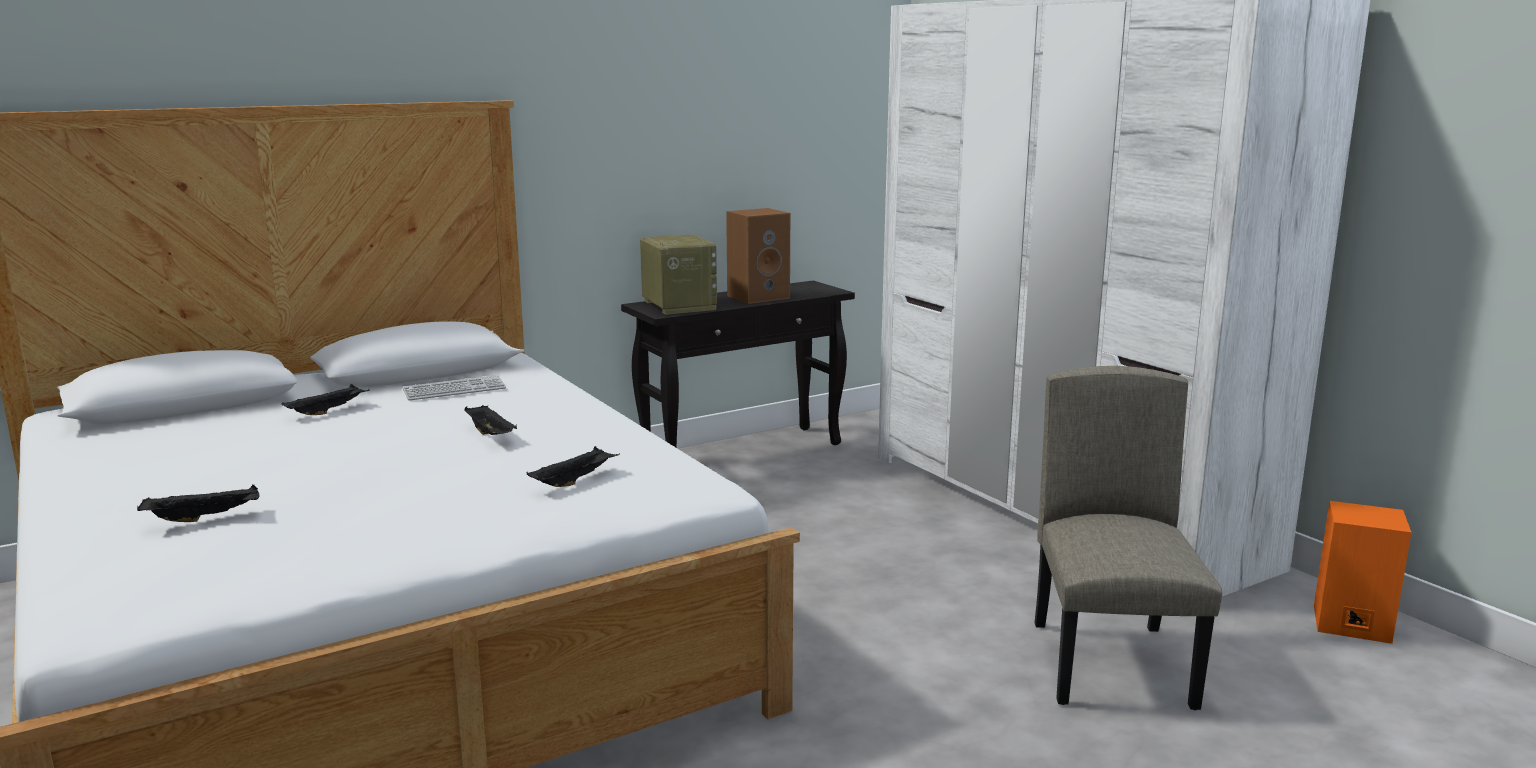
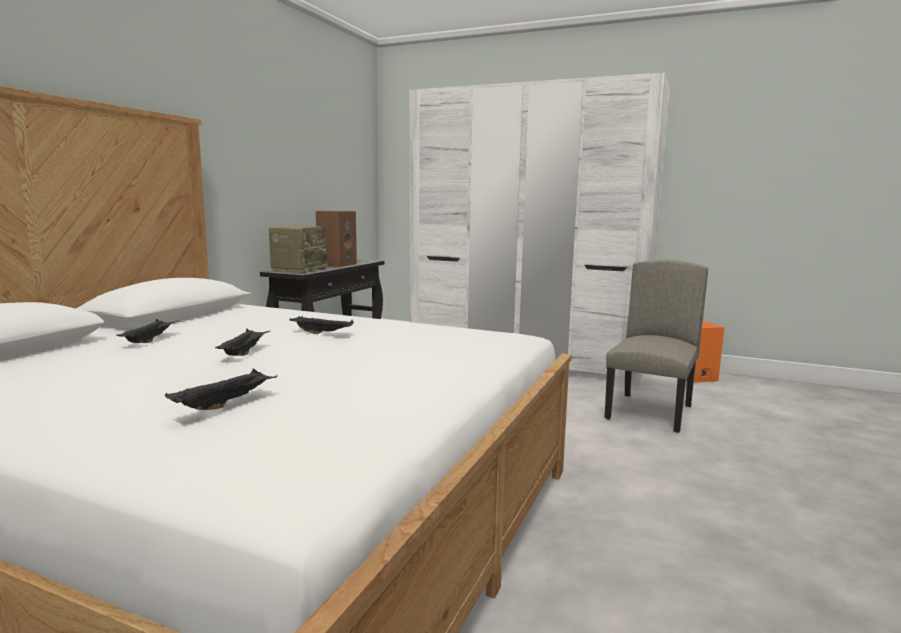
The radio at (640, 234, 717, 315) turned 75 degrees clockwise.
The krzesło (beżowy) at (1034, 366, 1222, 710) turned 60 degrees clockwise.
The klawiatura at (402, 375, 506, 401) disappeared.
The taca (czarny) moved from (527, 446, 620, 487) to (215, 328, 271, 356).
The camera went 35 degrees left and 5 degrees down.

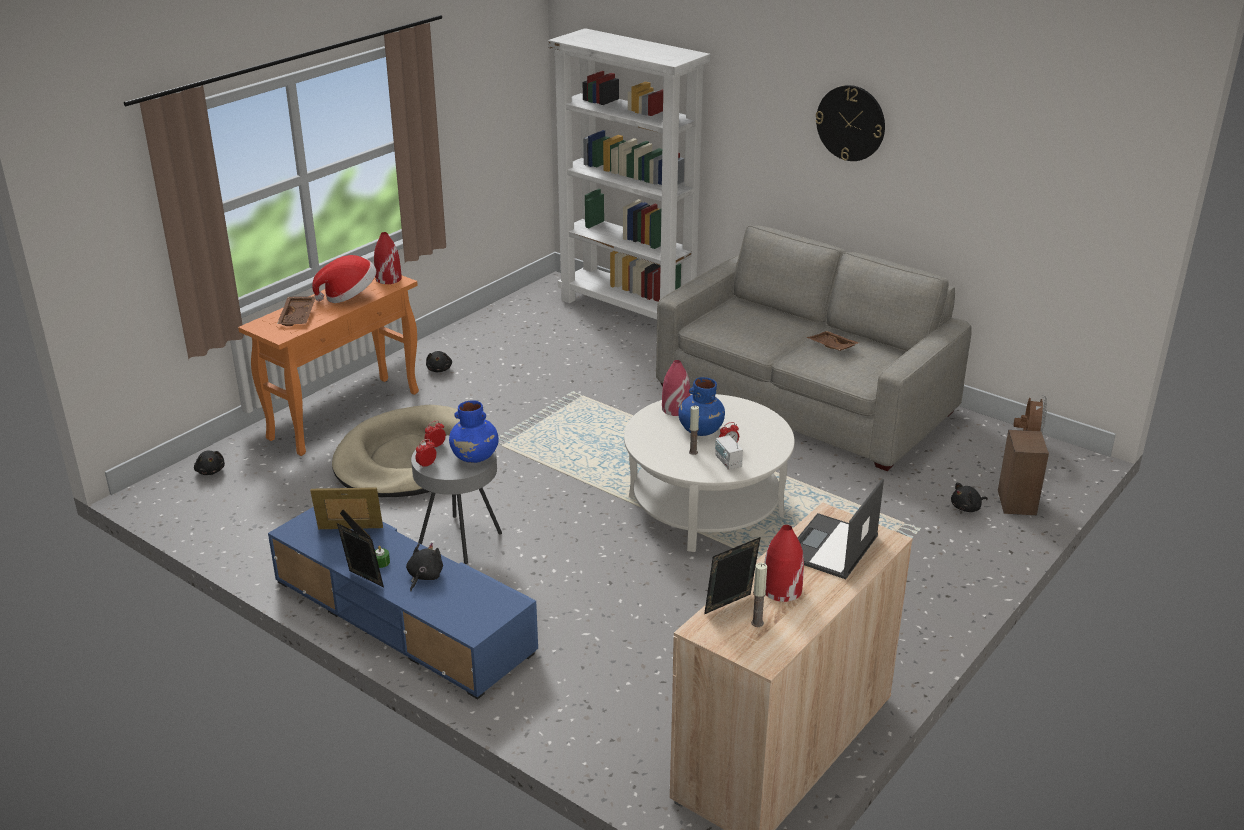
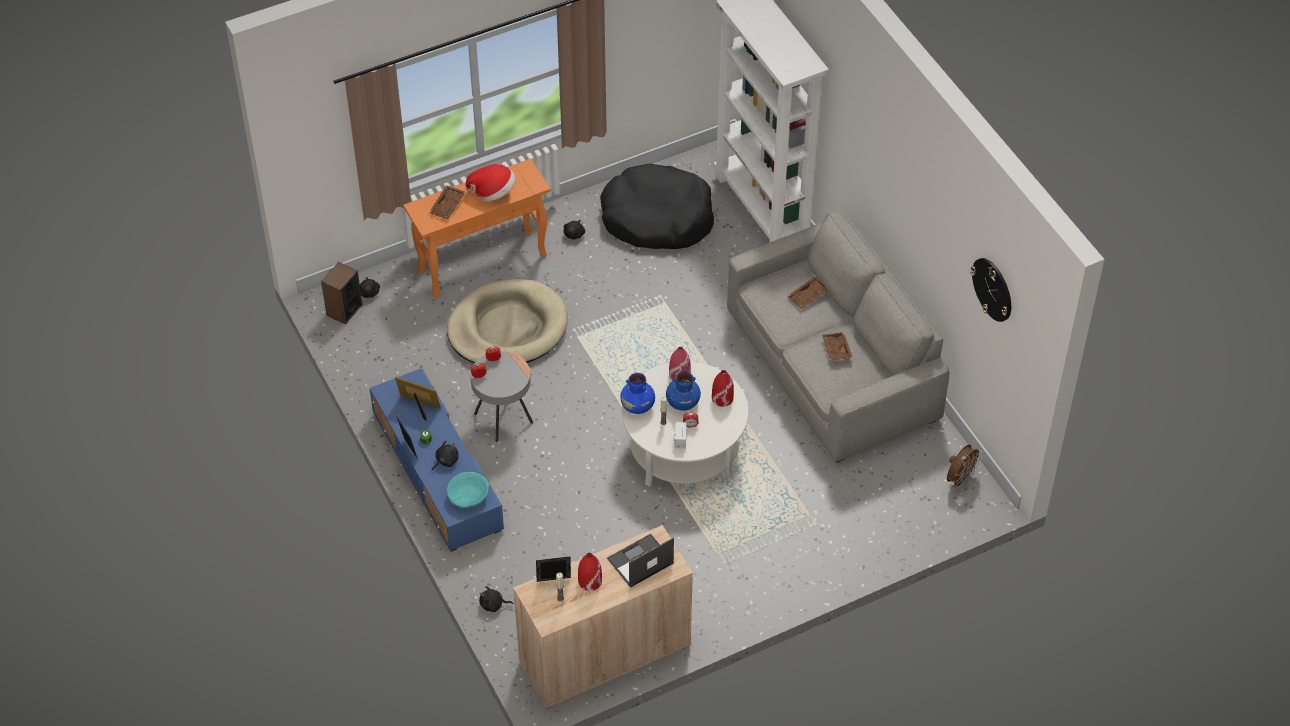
The zegar ścienny moved from (815, 85, 885, 161) to (970, 258, 1011, 322).
The wazon (czerwony) moved from (374, 232, 402, 284) to (712, 370, 734, 407).
The wazon (niebieski) moved from (449, 400, 499, 463) to (620, 373, 655, 414).
The głośnik moved from (998, 430, 1049, 515) to (321, 262, 363, 324).
The pluszak (czarny) moved from (951, 483, 988, 512) to (479, 586, 513, 612).
The legowisko (czarny) at (600, 163, 714, 249) appeared.
The taca (brązowy) at (787, 276, 827, 309) appeared.
The miska (turkusowy) at (447, 472, 489, 508) appeared.
The camera went 25 degrees right and 20 degrees up.

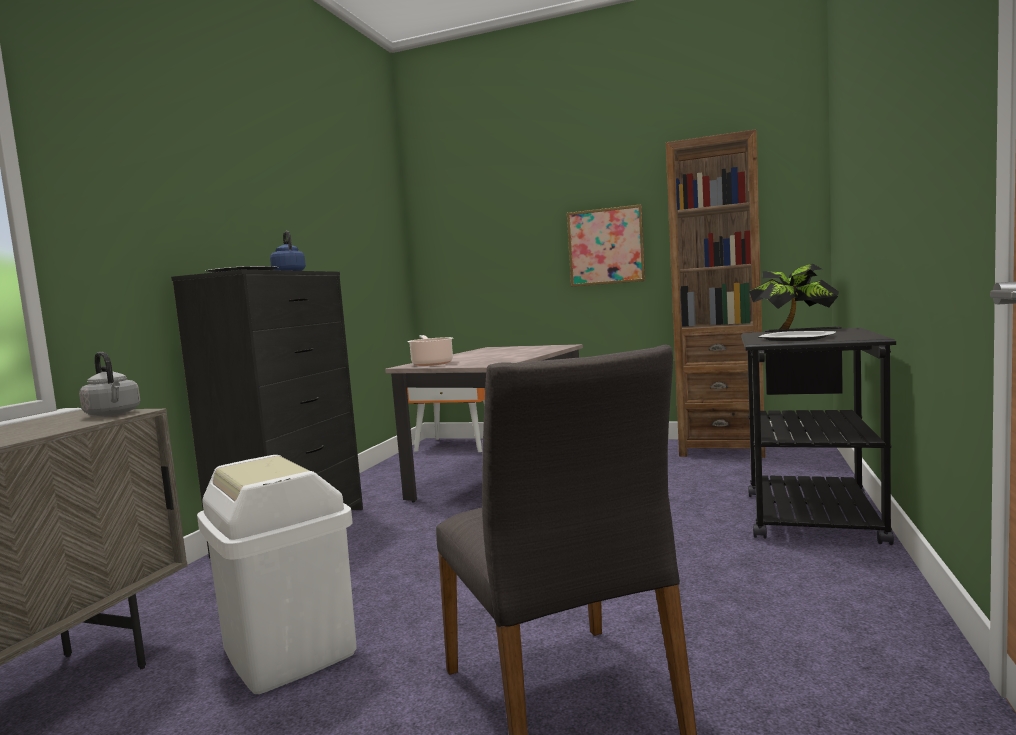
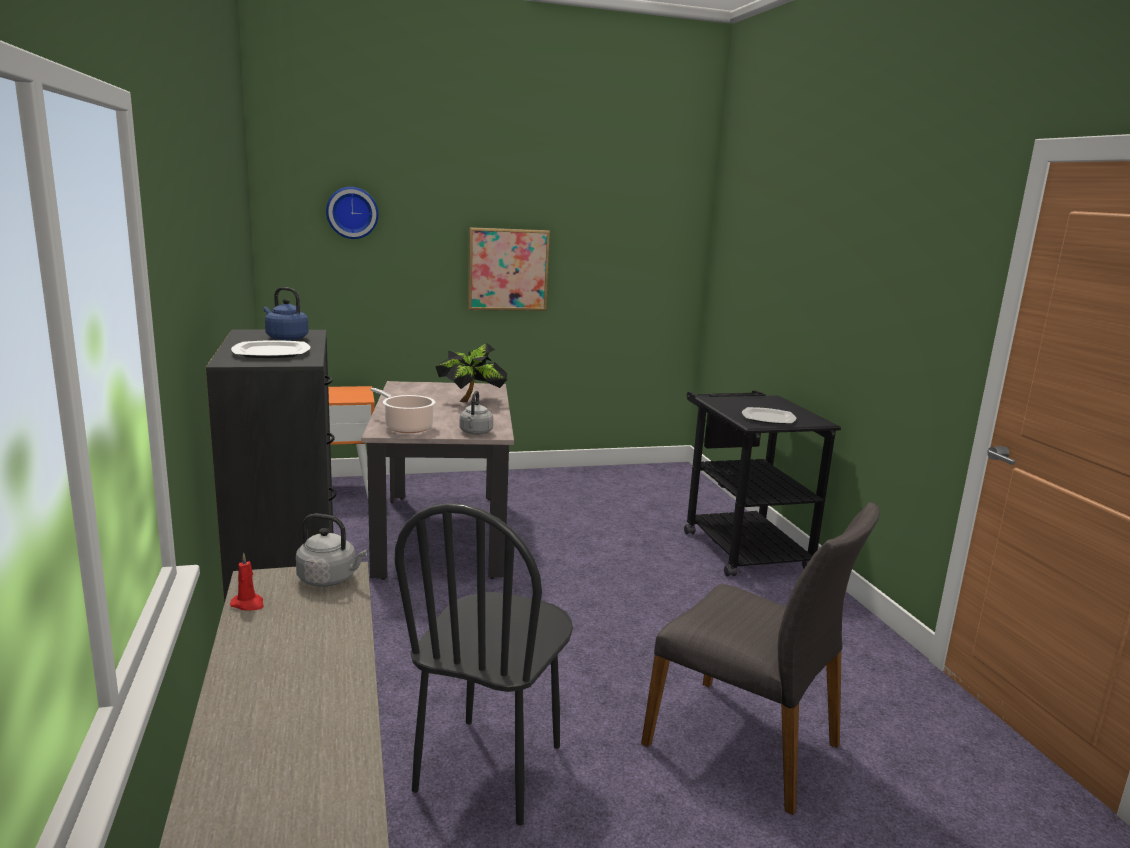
The regał (brązowy) at (666, 129, 765, 458) disappeared.
The roślina doniczkowa moved from (749, 264, 839, 329) to (435, 343, 507, 402).
The kosz na śmieci (biały) at (197, 455, 357, 694) was replaced by the krzesło (czarny) at (394, 503, 573, 826).
The zegar ścienny at (326, 187, 378, 239) appeared.
The czajnik (szary) at (460, 391, 493, 435) appeared.
The świeca (czerwony) at (230, 553, 264, 611) appeared.
The camera went 35 degrees left and 10 degrees up.

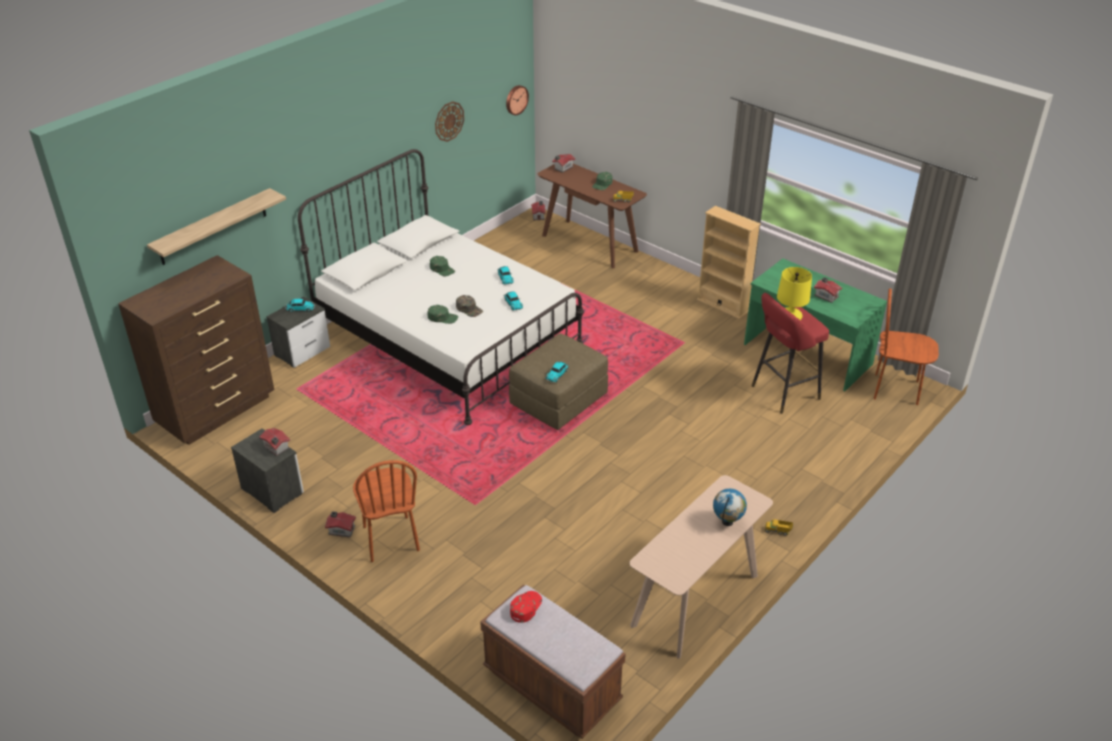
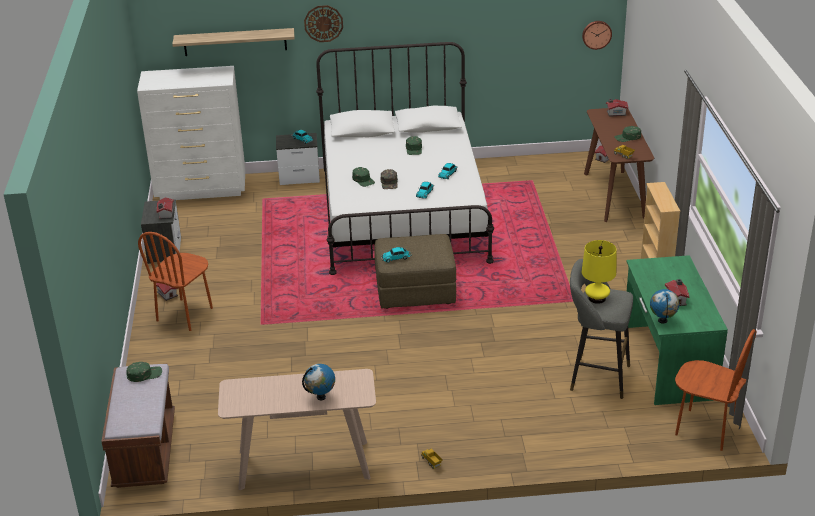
The zegar ścienny moved from (435, 101, 464, 142) to (304, 5, 343, 42).
The komoda (brązowy) at (118, 255, 274, 445) became the komoda (biały) at (137, 66, 246, 200).
The krzesło (brązowy) at (874, 288, 939, 405) turned 150 degrees clockwise.
The stołek (czerwony) at (751, 293, 829, 414) became the stołek (szary) at (570, 259, 633, 399).
The czapka z daszkiem (czerwony) at (510, 591, 542, 623) became the czapka z daszkiem (zielony) at (126, 362, 162, 382).
The globus at (650, 289, 679, 324) appeared.
The camera went 45 degrees right and 5 degrees down.

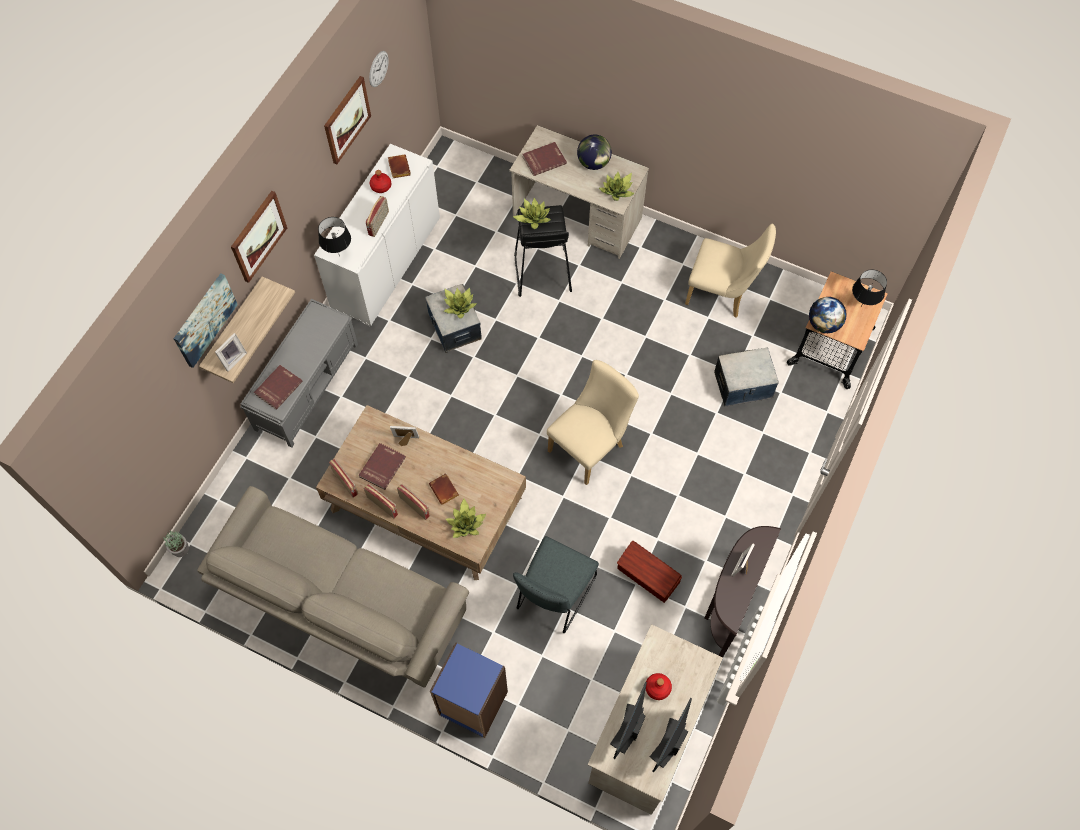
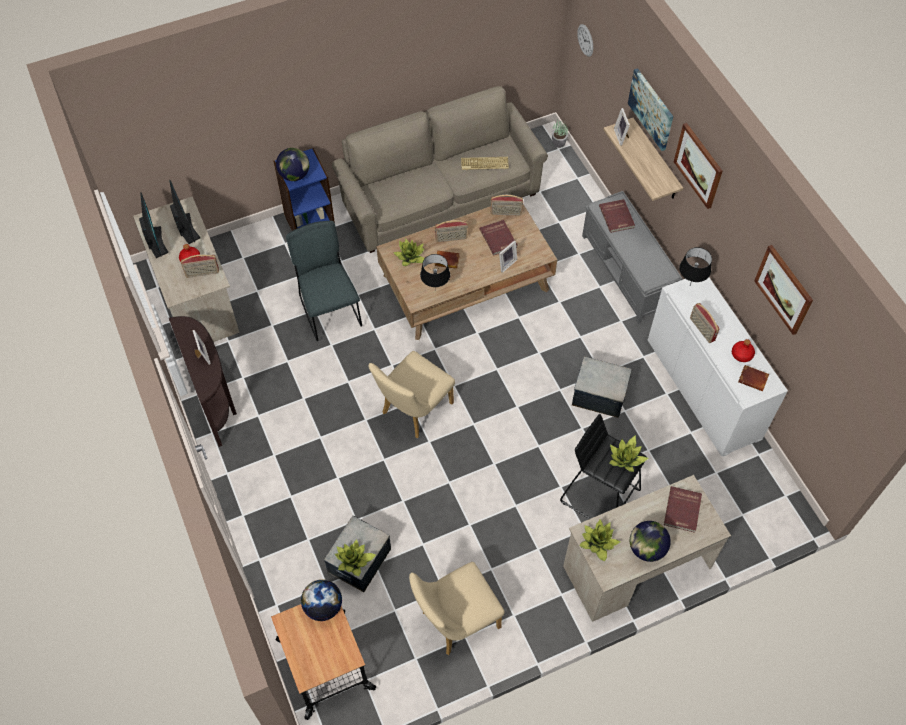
The zegar ścienny moved from (369, 51, 389, 87) to (577, 24, 593, 57).
The lampa stołowa (czarny) moved from (852, 269, 887, 307) to (420, 254, 450, 291).
The roślina doniczkowa moved from (444, 287, 477, 318) to (335, 539, 376, 576).
The krzesło (beżowy) at (547, 360, 639, 485) turned 45 degrees clockwise.
The radio moved from (364, 484, 399, 519) to (181, 254, 219, 278).
The pojemnik do przechowywania (brązowy) at (617, 541, 682, 603) disappeared.
The globus at (276, 148, 309, 181) appeared.
The klawiatura at (461, 157, 509, 170) appeared.
The camera went 130 degrees right and 5 degrees down.

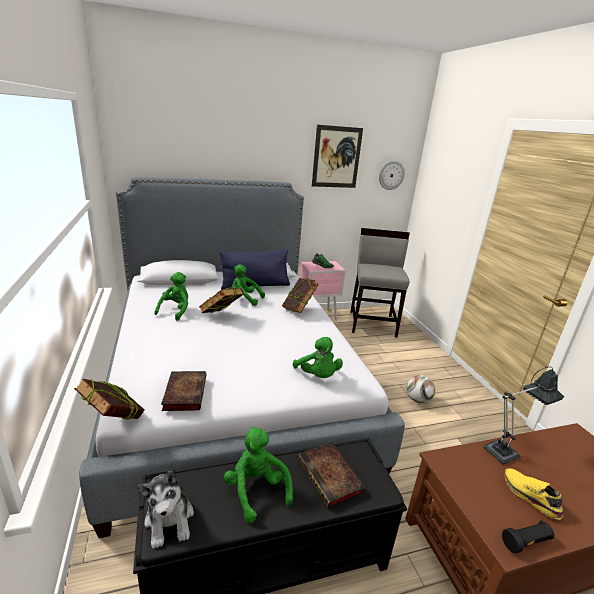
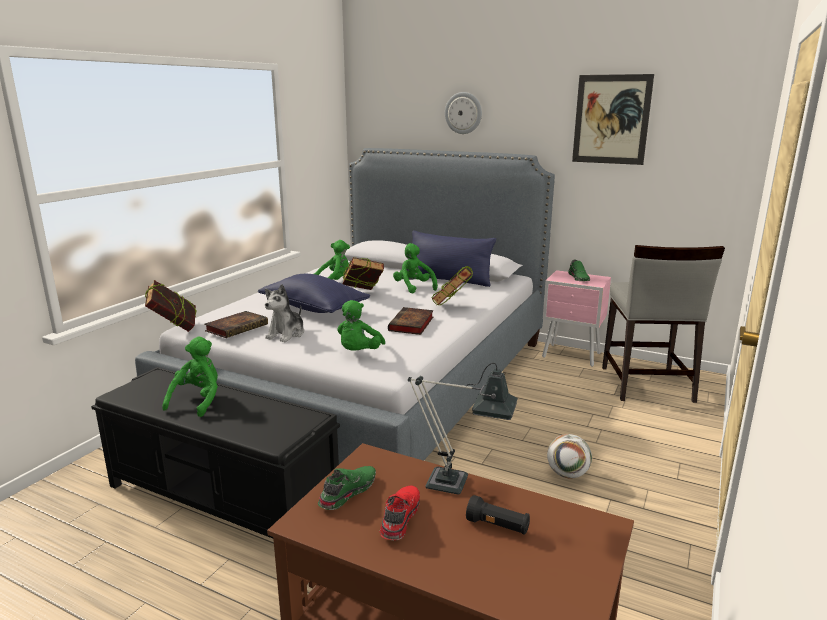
The zegar ścienny moved from (379, 161, 405, 190) to (445, 92, 482, 134).
The krzesło (szary) at (350, 228, 410, 338) turned 135 degrees clockwise.
The książka moved from (298, 442, 366, 509) to (388, 307, 434, 335).
The pluszak moved from (138, 468, 194, 549) to (265, 284, 304, 342).
The but (żółty) at (505, 468, 564, 519) became the but (czerwony) at (380, 485, 420, 540).
The latarka (czarny) moved from (502, 520, 554, 553) to (466, 495, 530, 535).
The poduszka (niebieski) at (258, 274, 370, 313) appeared.
The but (zielony) at (318, 466, 376, 510) appeared.
The camera went 45 degrees right and 5 degrees down.

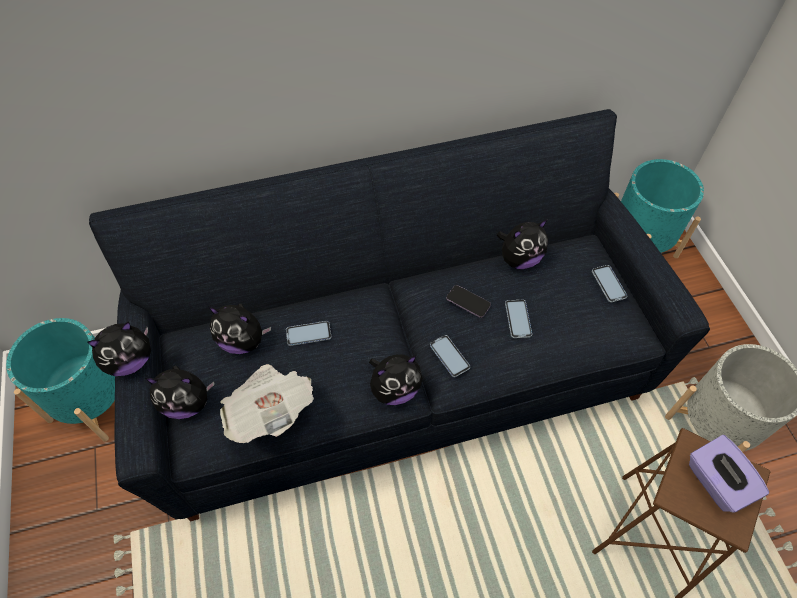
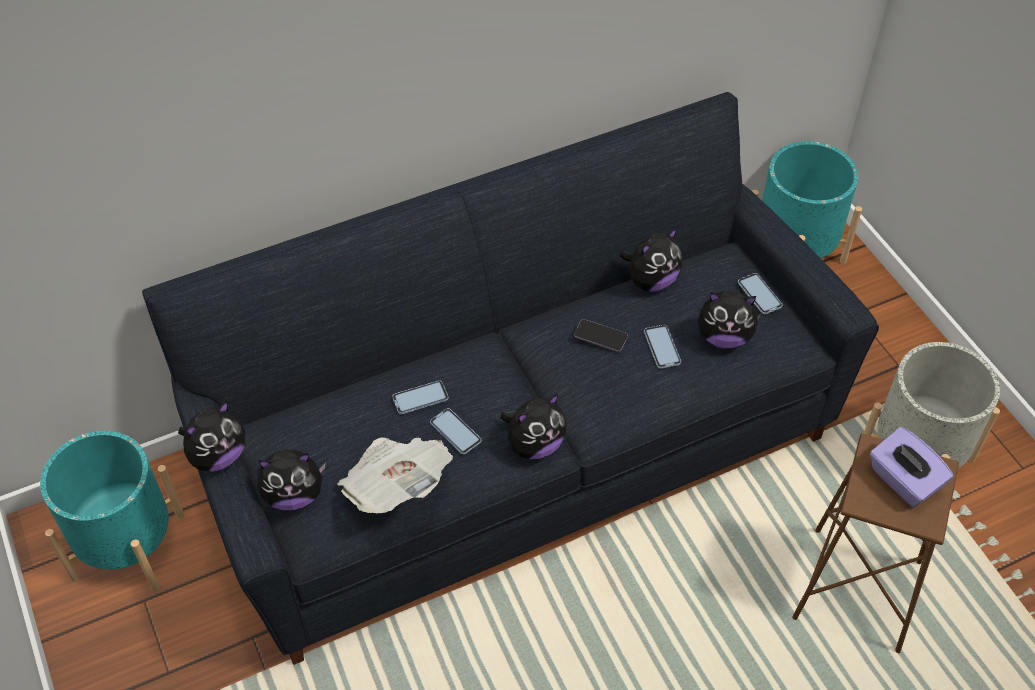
The pluszak moved from (209, 304, 271, 354) to (698, 291, 762, 349).
The telefon moved from (430, 335, 470, 377) to (430, 408, 481, 455).
The camera went 10 degrees left and 5 degrees down.

